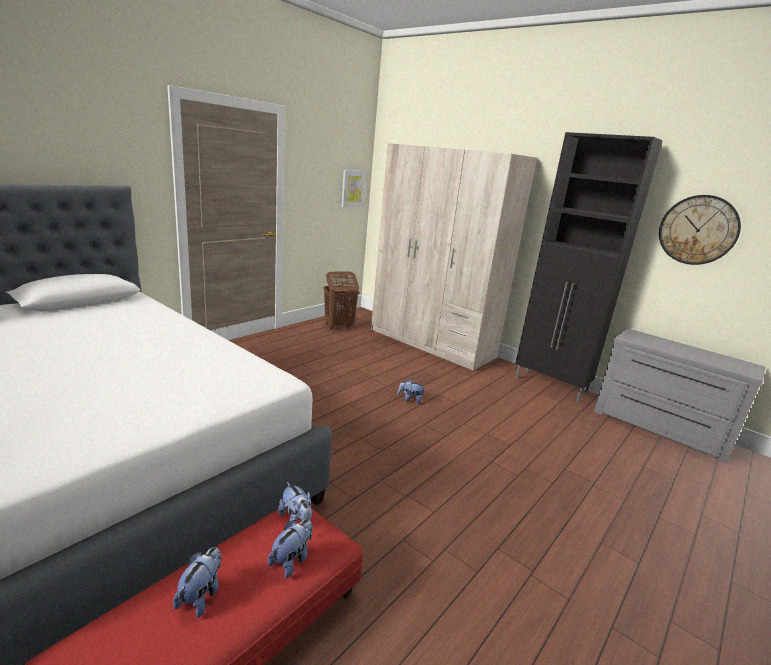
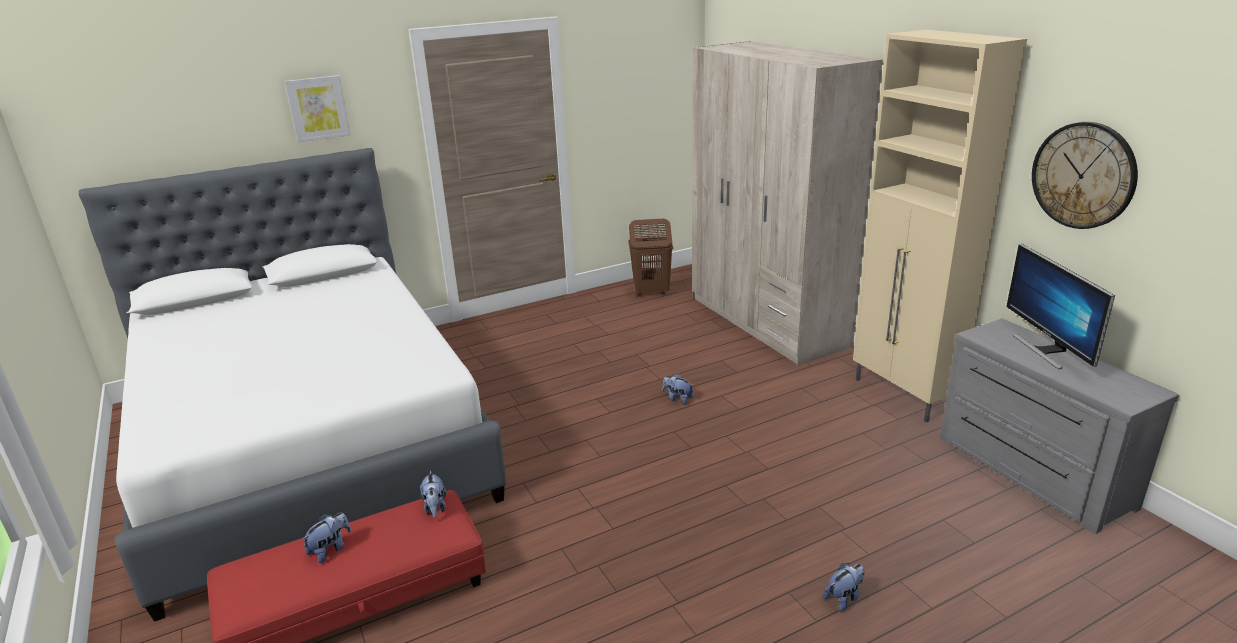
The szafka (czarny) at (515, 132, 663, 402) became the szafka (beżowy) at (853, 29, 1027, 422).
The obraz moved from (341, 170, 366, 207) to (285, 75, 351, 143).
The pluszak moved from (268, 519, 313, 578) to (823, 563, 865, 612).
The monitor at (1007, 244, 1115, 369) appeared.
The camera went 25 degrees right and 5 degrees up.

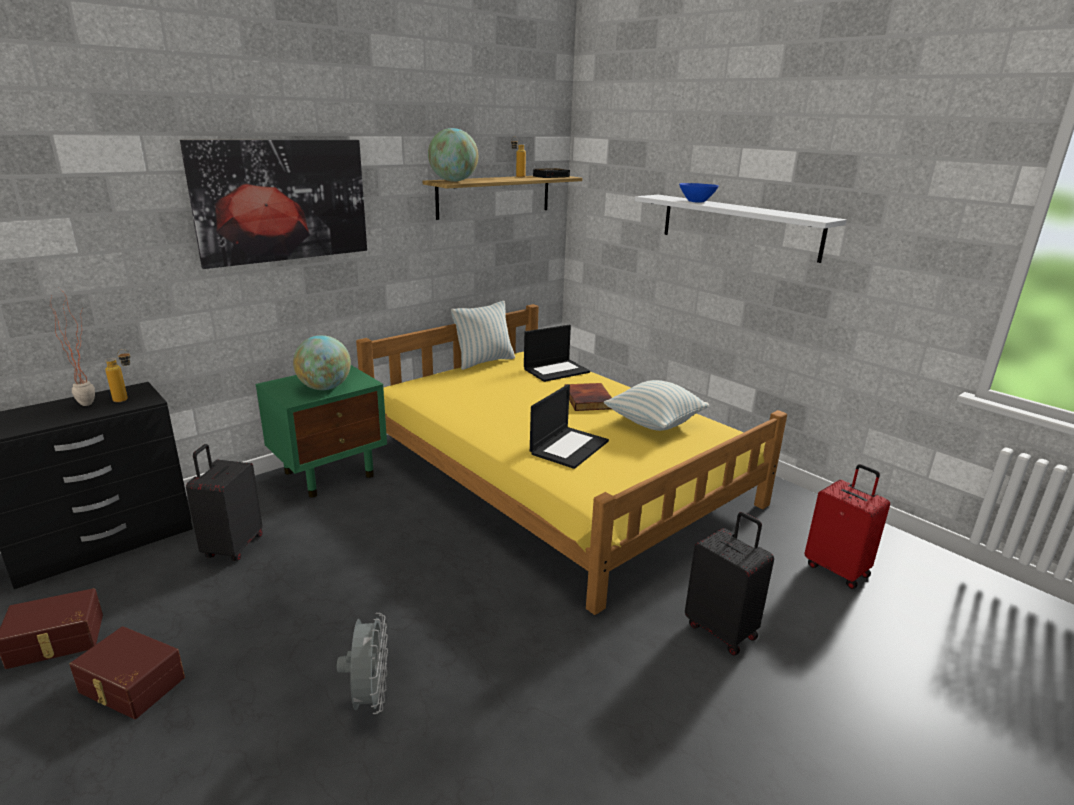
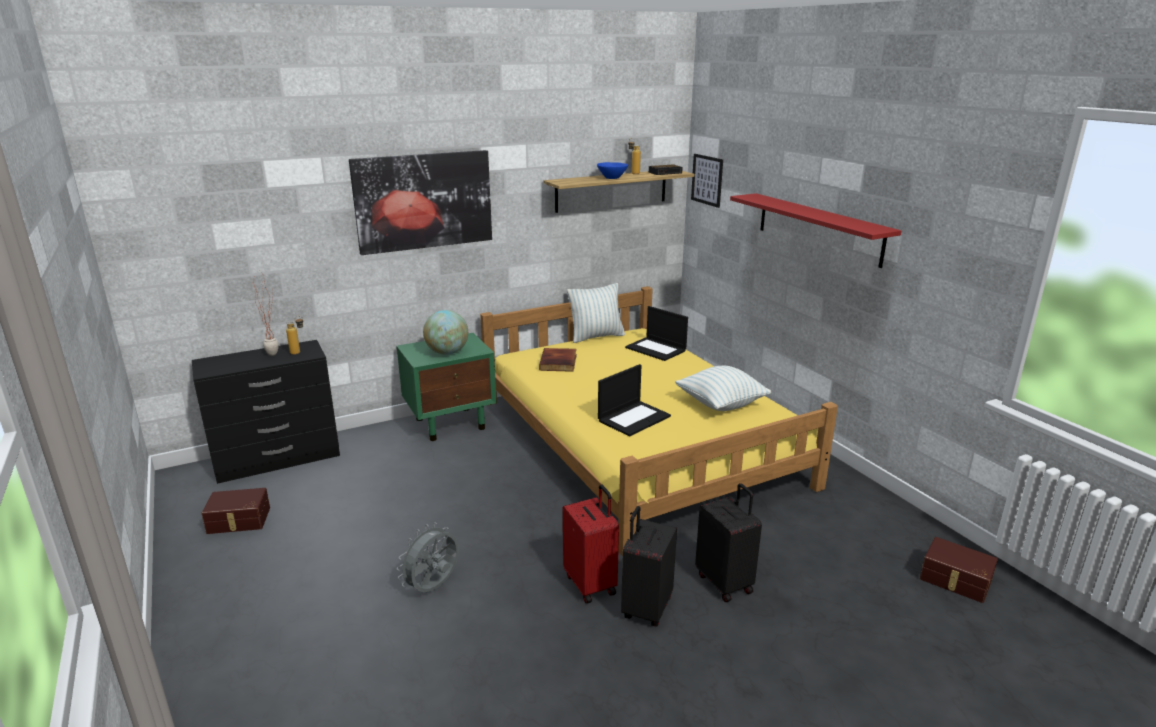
The globus at (428, 128, 478, 182) disappeared.
The miska (niebieski) moved from (679, 183, 719, 202) to (597, 162, 628, 179).
The półka (biały) at (635, 195, 847, 263) became the półka (czerwony) at (730, 193, 901, 268).
The laptop at (524, 324, 590, 382) turned 60 degrees clockwise.
The książka moved from (564, 383, 612, 411) to (539, 348, 577, 372).
The walizka (czarny) moved from (186, 444, 263, 561) to (621, 506, 677, 627).
The walizka (czerwony) moved from (805, 464, 890, 589) to (563, 484, 619, 604).
The wentylator (szary) at (337, 613, 388, 714) turned 150 degrees counterclockwise.
The pojemnik do przechowywania (brązowy) moved from (69, 626, 185, 719) to (920, 537, 998, 603).
The obraz at (691, 154, 723, 208) appeared.
The camera went 15 degrees right and 0 degrees up.

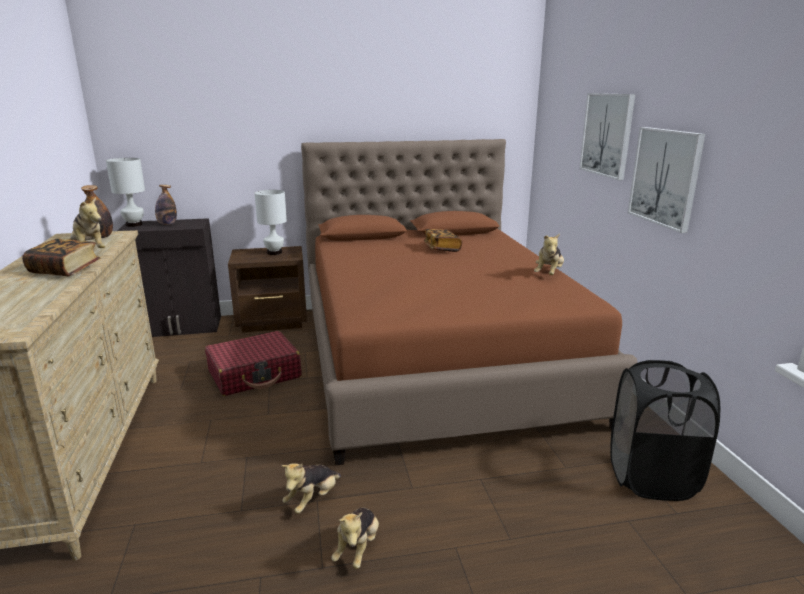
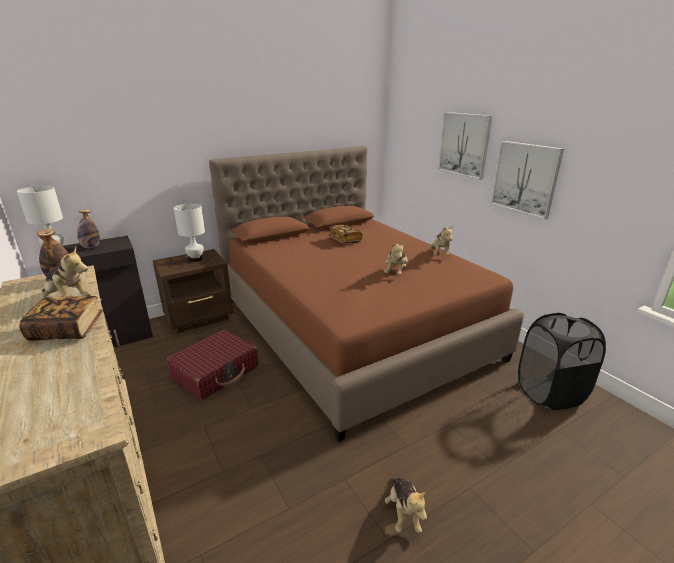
The pluszak moved from (281, 463, 341, 514) to (384, 241, 408, 276).
The camera went 20 degrees left and 5 degrees up.

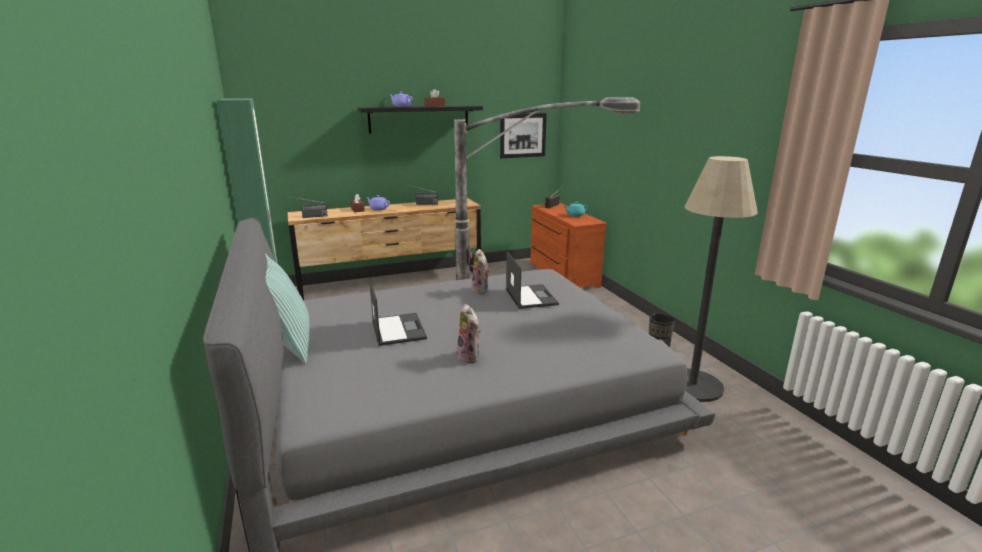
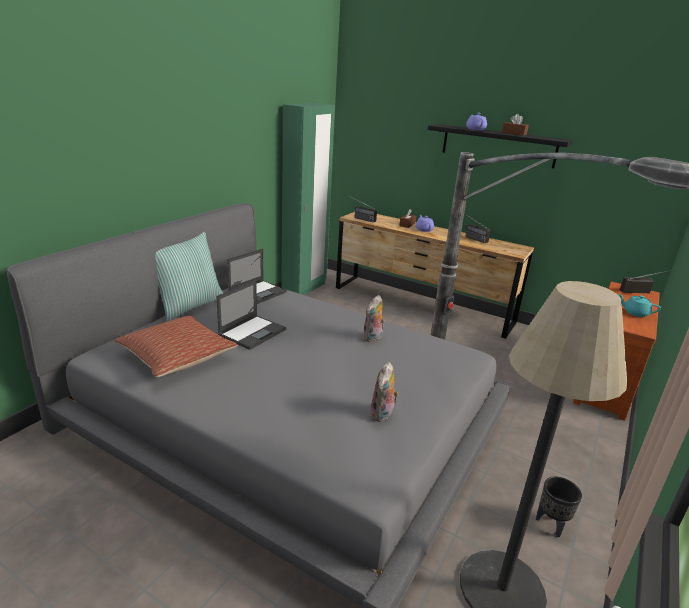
The obraz at (500, 113, 547, 158) disappeared.
The laptop moved from (506, 252, 559, 309) to (227, 249, 287, 304).
The pluszak moved from (456, 304, 481, 363) to (370, 362, 399, 422).
The poduszka at (114, 315, 238, 377) appeared.
The camera went 50 degrees right and 5 degrees up.

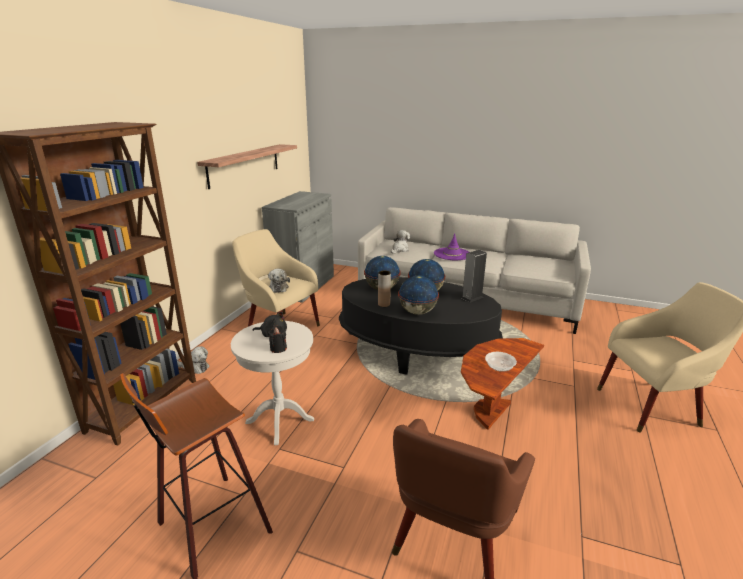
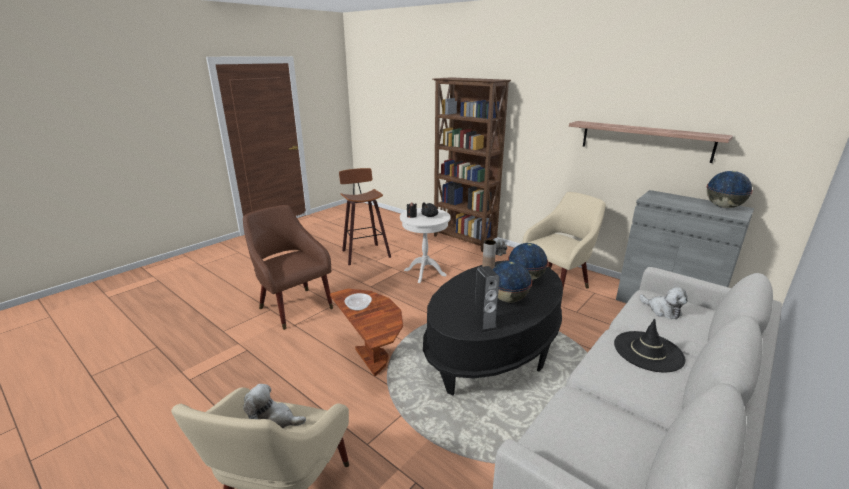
The kapelusz (fioletowy) at (434, 233, 469, 260) became the kapelusz (czarny) at (614, 319, 686, 372).
The pluszak moved from (268, 269, 290, 293) to (243, 384, 306, 428).
The globus moved from (398, 276, 439, 315) to (706, 171, 753, 208).
The camera went 110 degrees right and 0 degrees up.

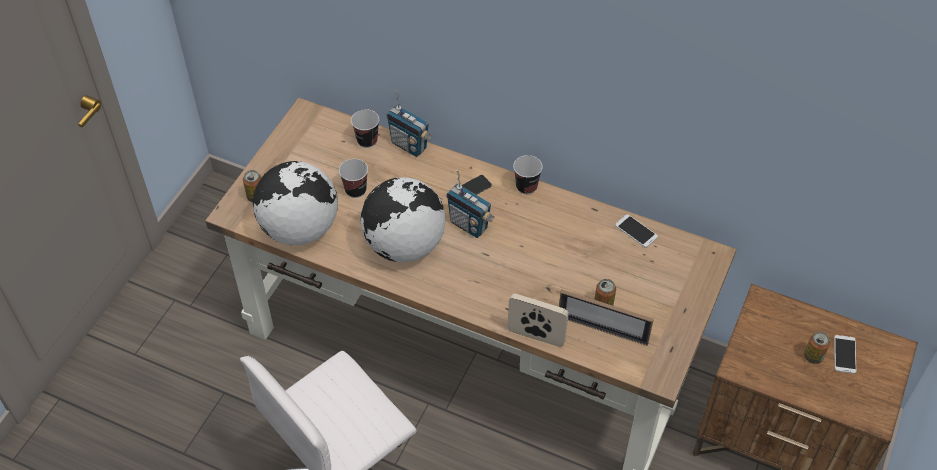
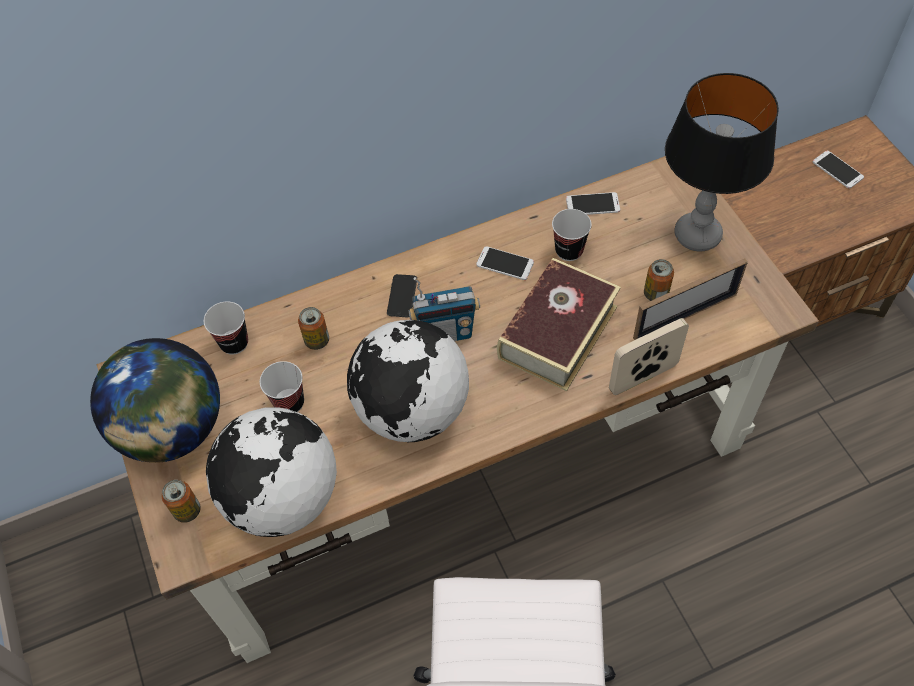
The radio at (387, 90, 433, 157) disappeared.
The filiżanka moved from (513, 155, 543, 195) to (552, 209, 592, 261).
The puszka moved from (804, 332, 830, 364) to (298, 307, 329, 350).
The lampa stołowa at (665, 73, 779, 252) appeared.
The telefon at (476, 246, 534, 280) appeared.
The książka at (497, 258, 621, 391) appeared.
The globus at (90, 338, 220, 463) appeared.
The camera went 45 degrees left and 5 degrees up.

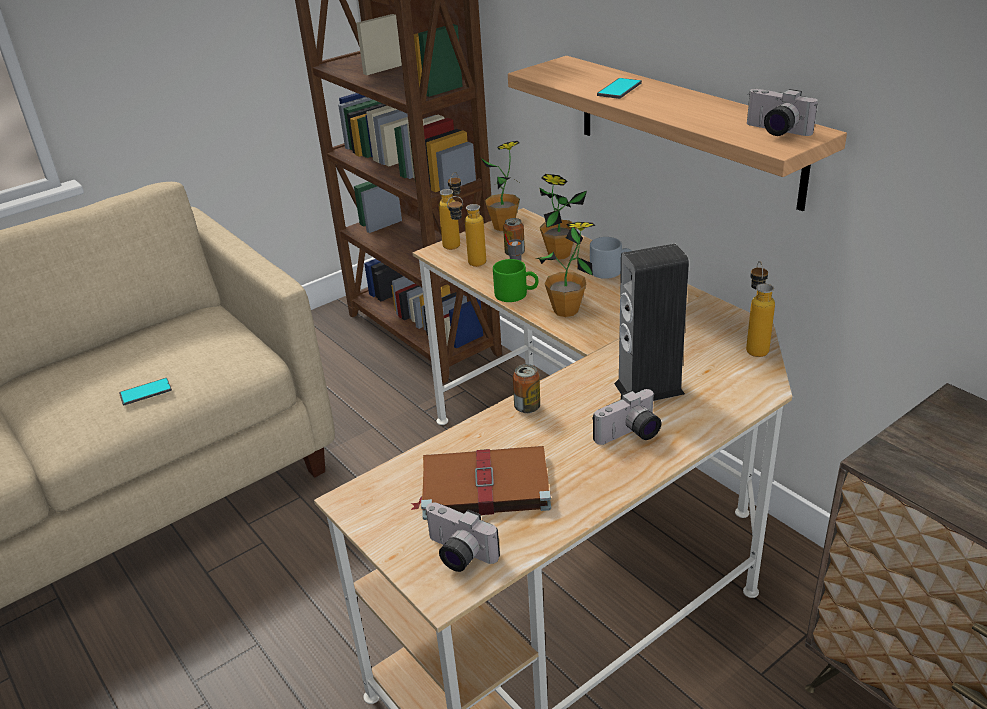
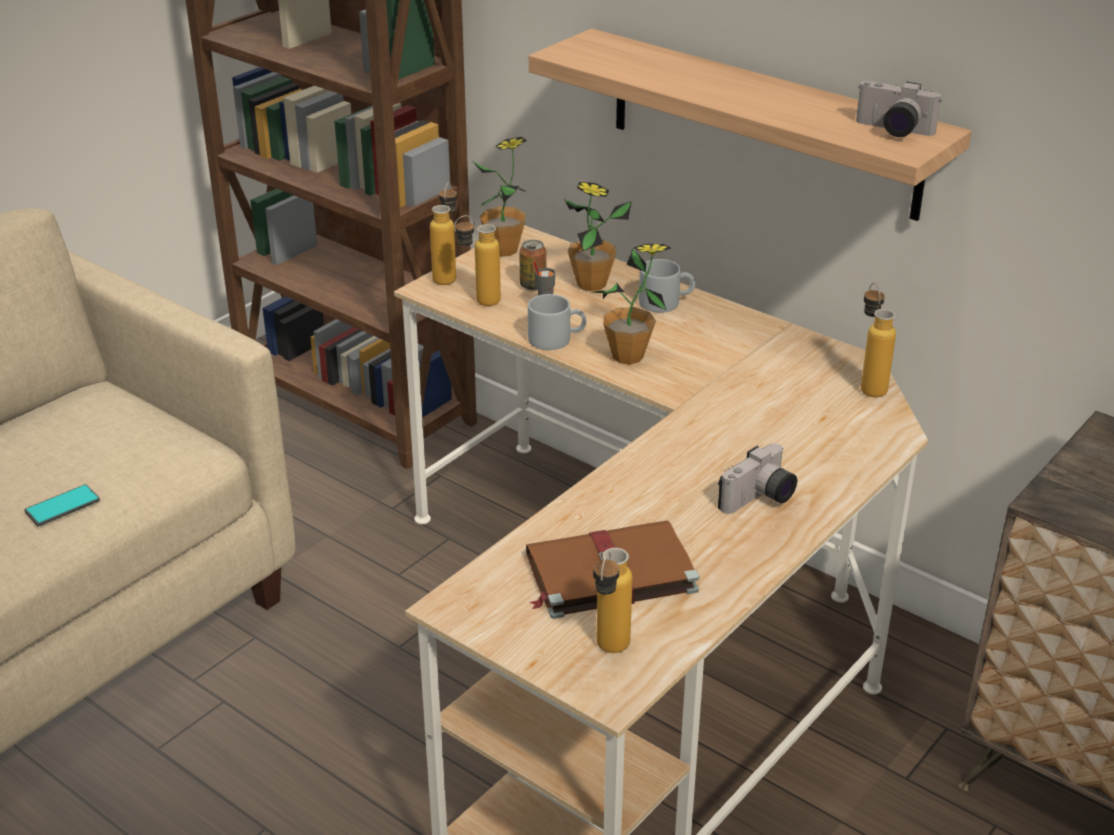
The telefon at (597, 78, 642, 99) disappeared.
The głośnik at (614, 243, 689, 401) disappeared.
The kubek (zielony) at (493, 259, 538, 302) became the kubek (szary) at (528, 294, 586, 350).
The puszka at (513, 364, 540, 413) disappeared.
The aparat fotograficzny at (424, 502, 500, 572) was replaced by the butelka at (593, 548, 633, 653).
The camera went 15 degrees left and 0 degrees up.

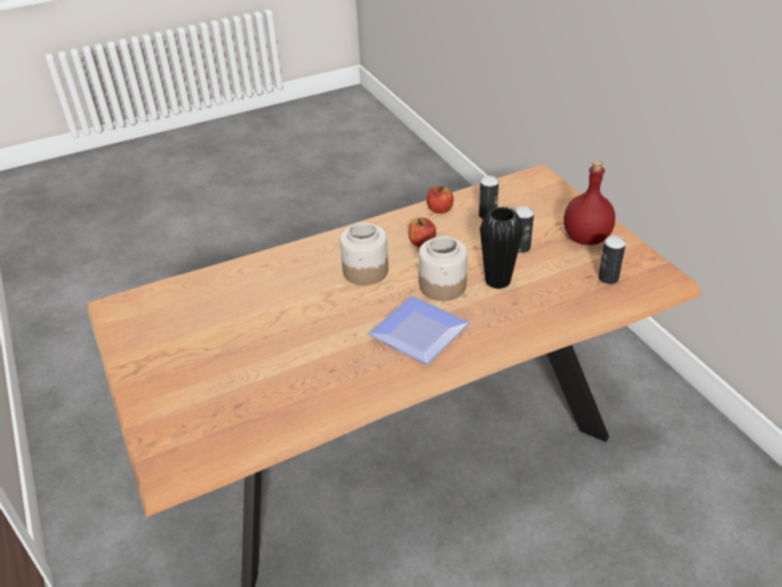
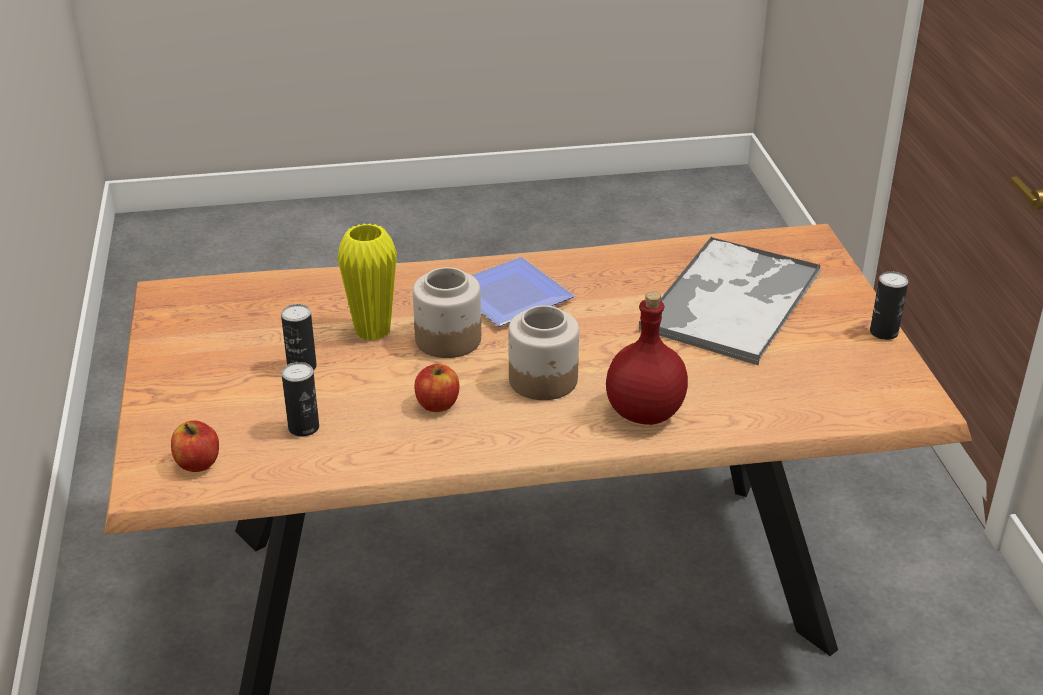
The butelka (czerwony) moved from (564, 161, 615, 245) to (606, 291, 688, 425).
The jabłko moved from (427, 186, 454, 214) to (171, 420, 219, 472).
The wazon (czarny) at (480, 207, 523, 289) became the wazon (żółty) at (337, 223, 397, 341).
The puszka moved from (598, 236, 626, 284) to (870, 271, 908, 340).
The taca at (638, 236, 822, 366) appeared.
The camera went 165 degrees left and 5 degrees down.

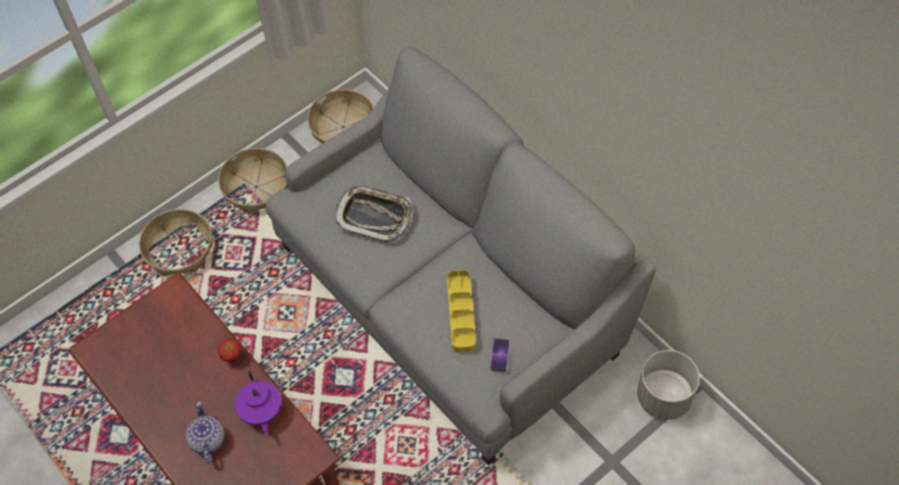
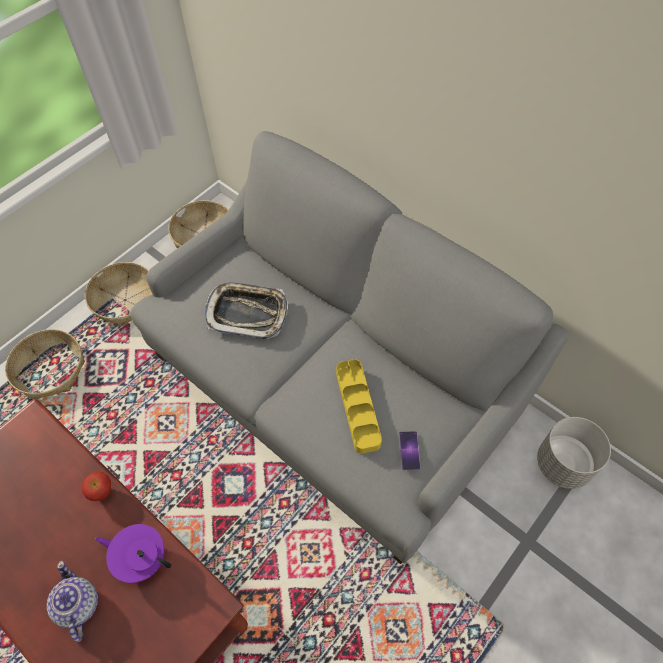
The imbryk (fioletowy) at (235, 371, 281, 434) turned 135 degrees clockwise.
The camera went 10 degrees left and 0 degrees up.

